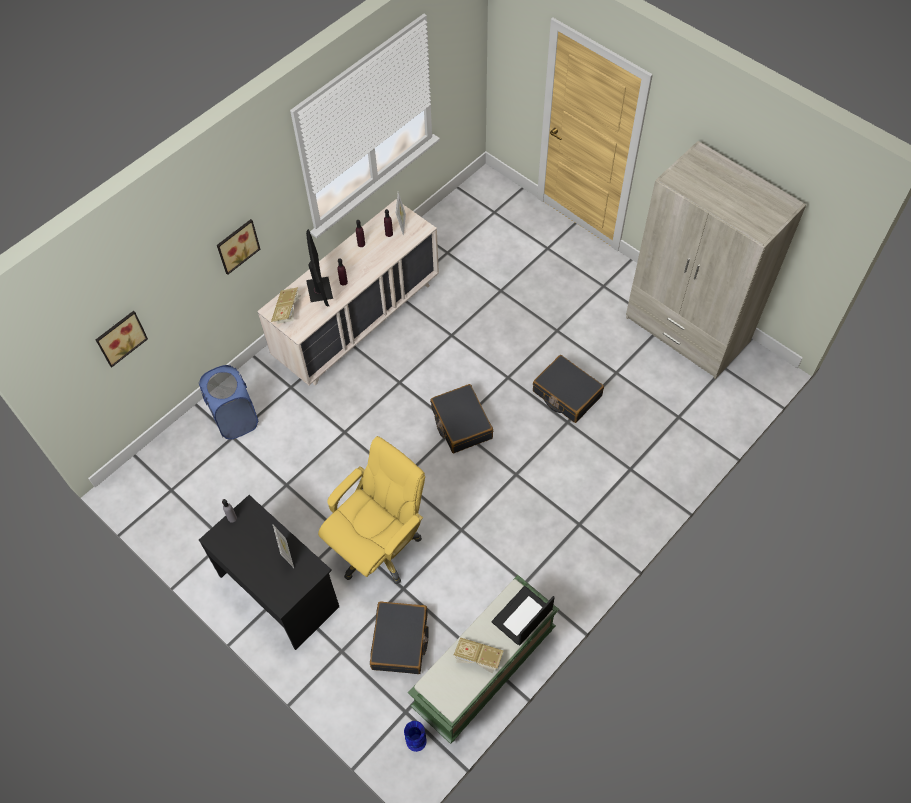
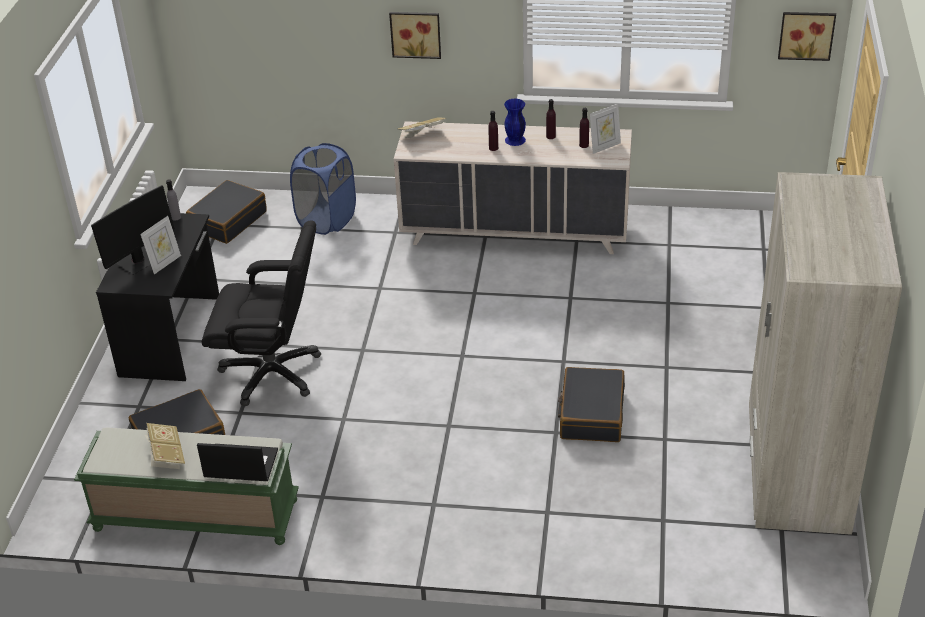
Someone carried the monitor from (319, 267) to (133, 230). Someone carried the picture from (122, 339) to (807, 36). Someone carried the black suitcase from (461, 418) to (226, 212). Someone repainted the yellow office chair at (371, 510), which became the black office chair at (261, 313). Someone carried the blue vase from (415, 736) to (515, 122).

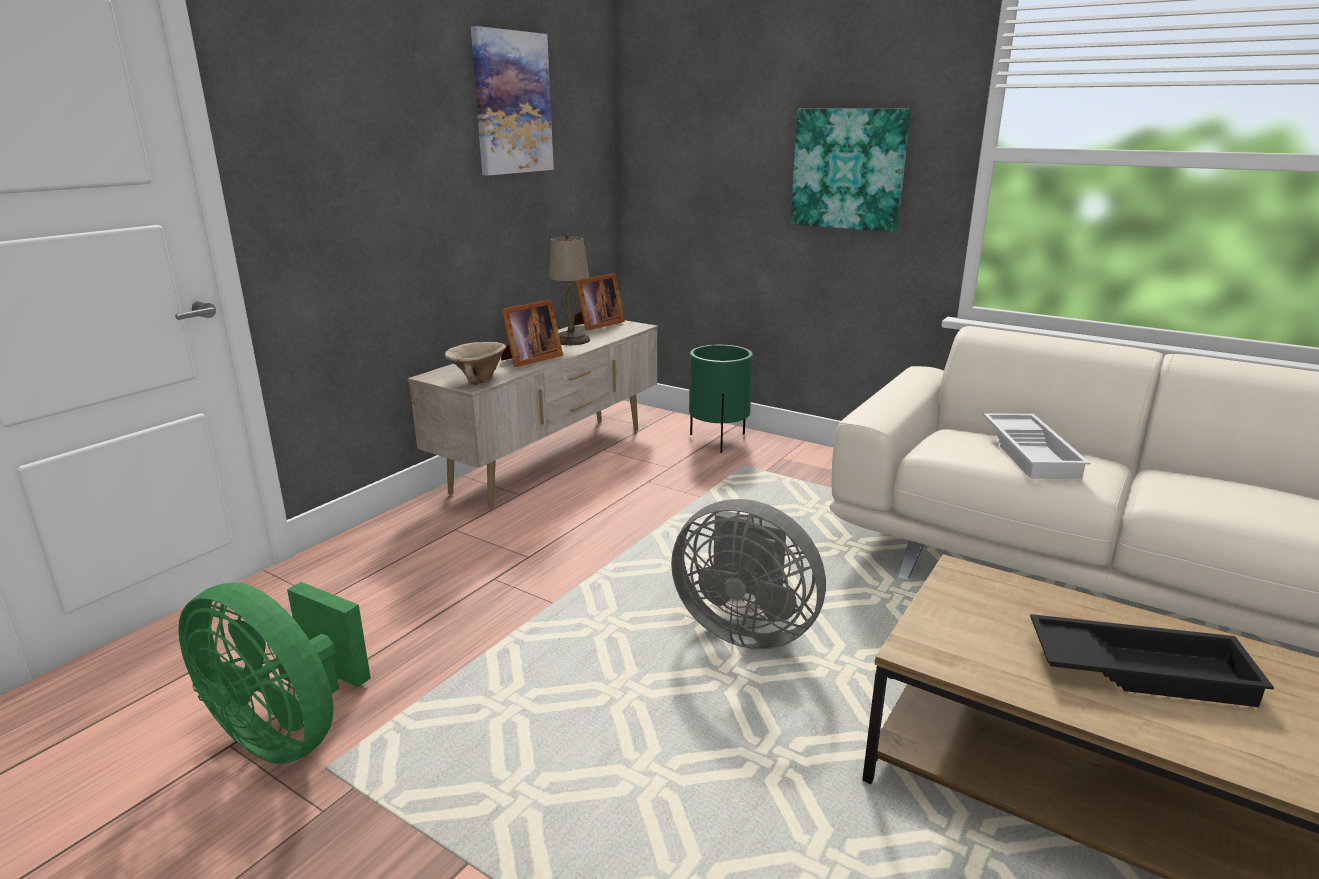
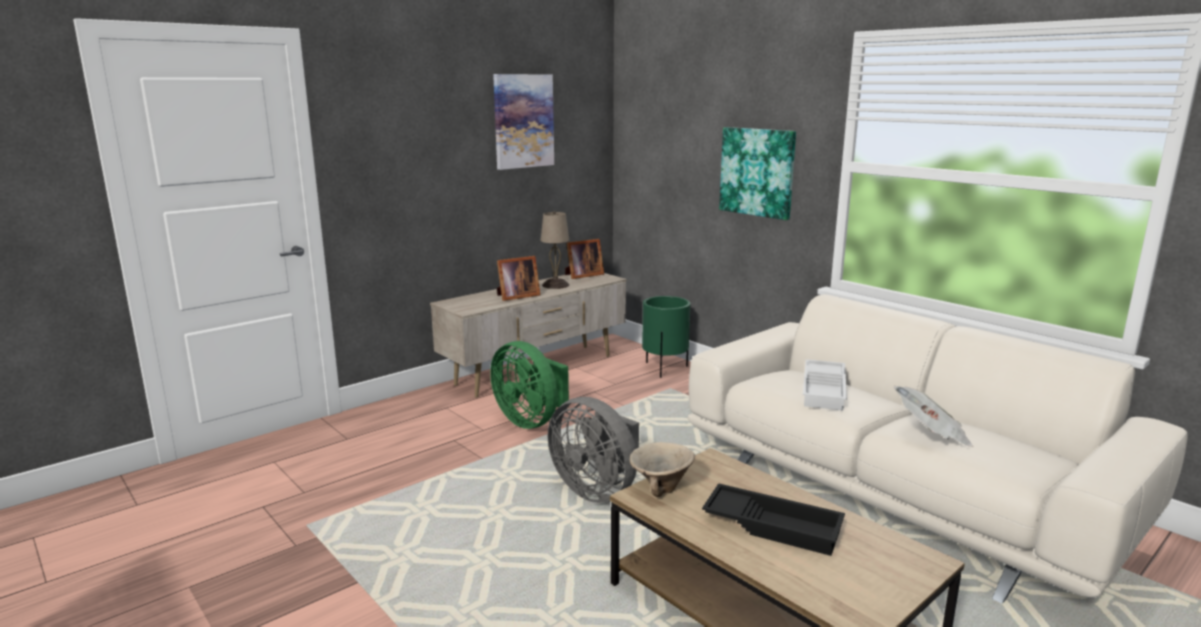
Someone carried the beige bowl from (475, 363) to (662, 469). Someone carried the green fan from (274, 673) to (529, 385). Someone put down the newspaper at (933, 416).

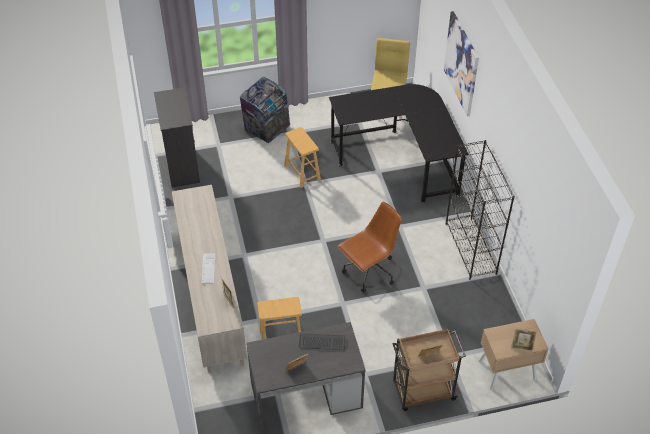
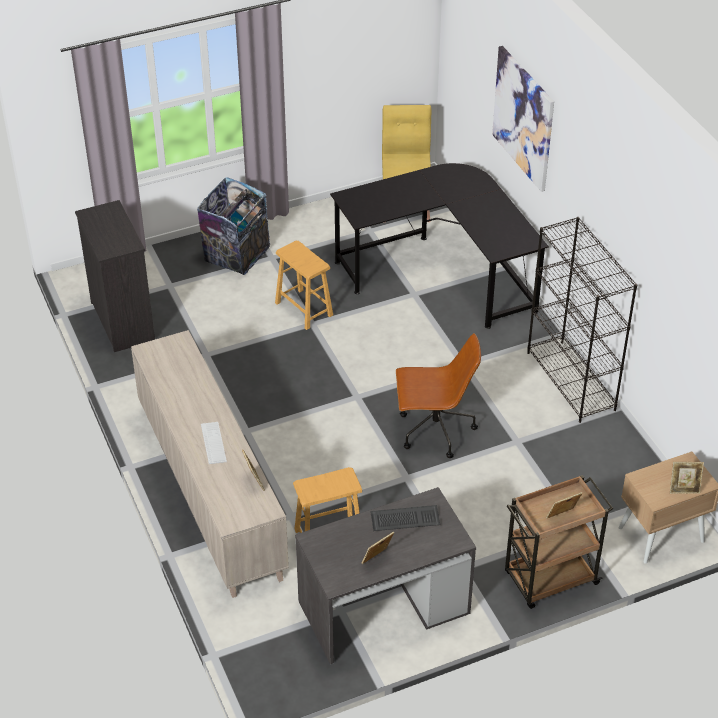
Someone rotated the brown office chair at (370, 247) by 45 degrees clockwise.

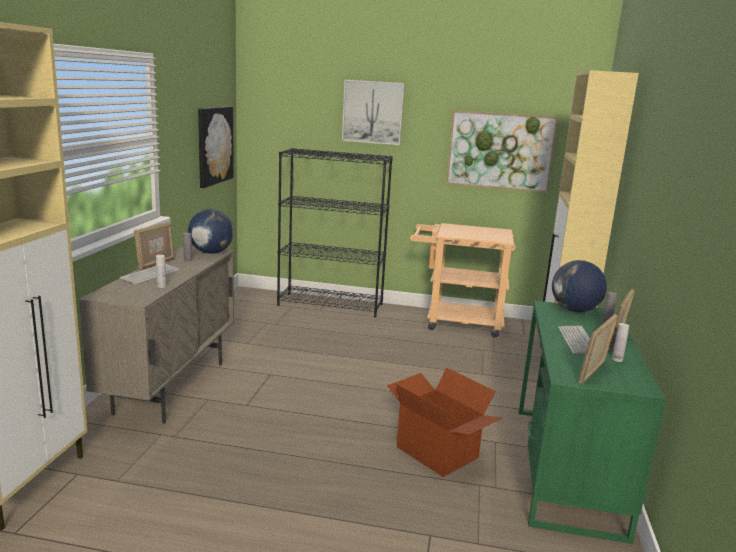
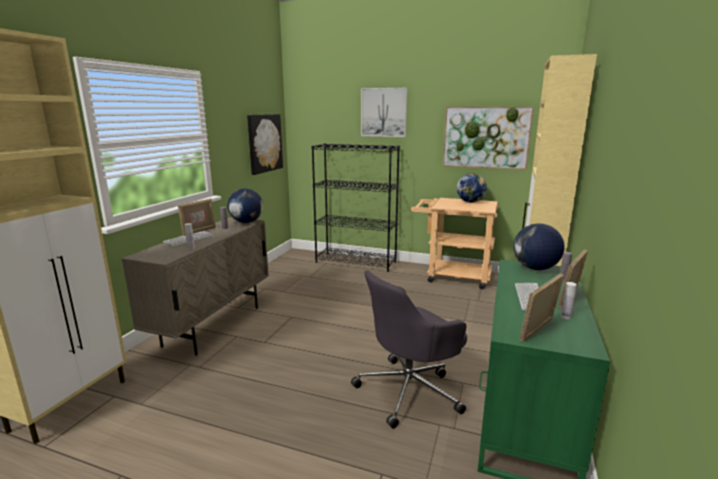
Someone swapped the cardboard box at (444, 422) for the grey office chair at (409, 349). Someone put down the globe at (472, 188).

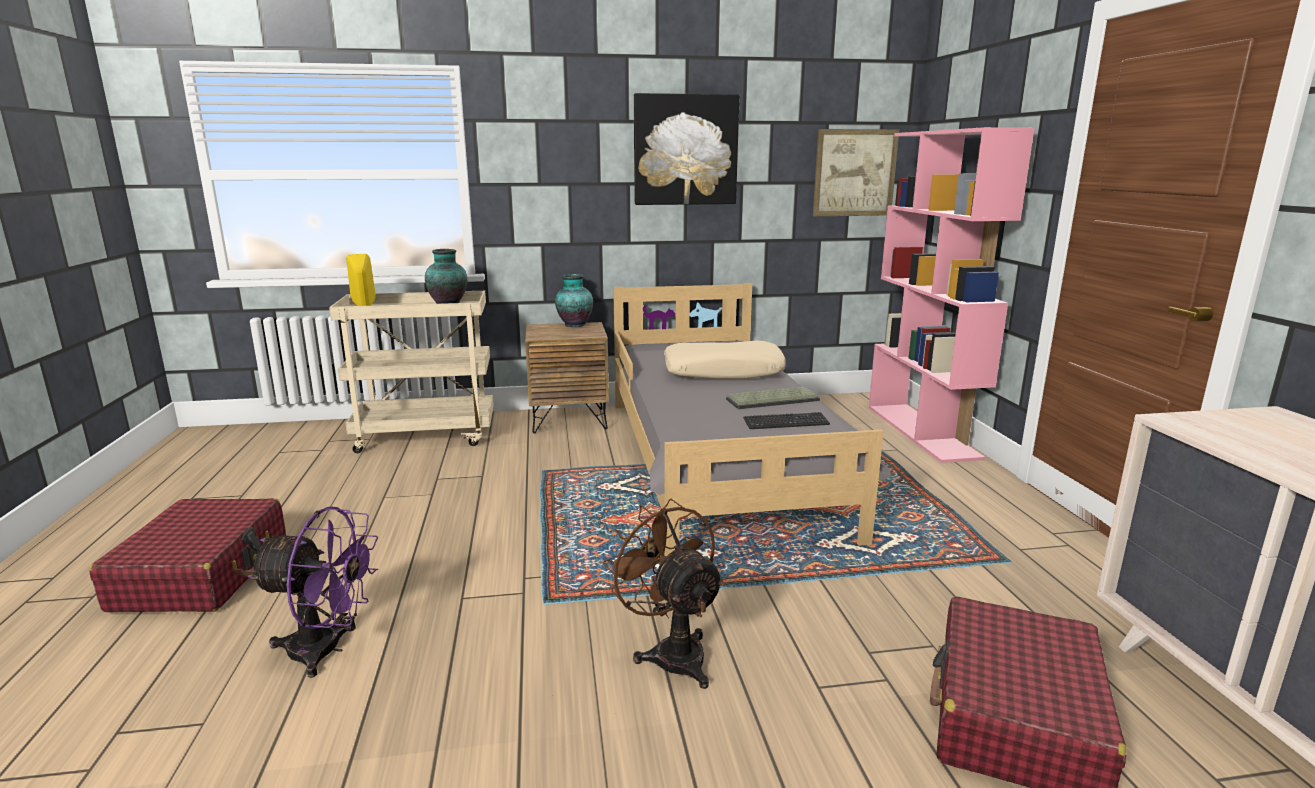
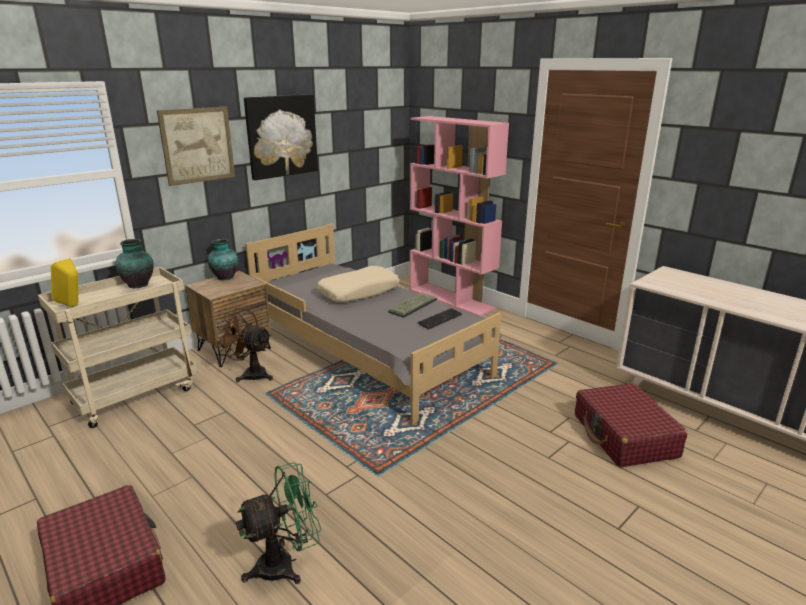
Someone carried the picture from (856, 172) to (196, 146). Someone carried the brown fan from (664, 594) to (244, 345). Someone repainted the purple fan at (313, 592), which became the green fan at (278, 523).

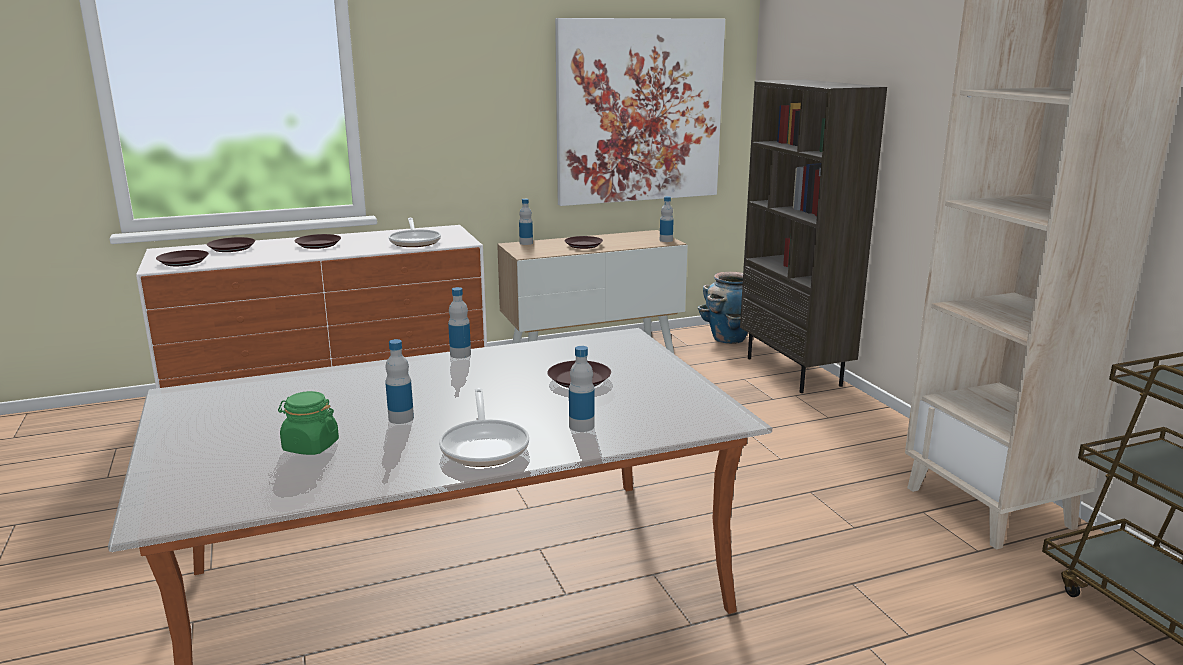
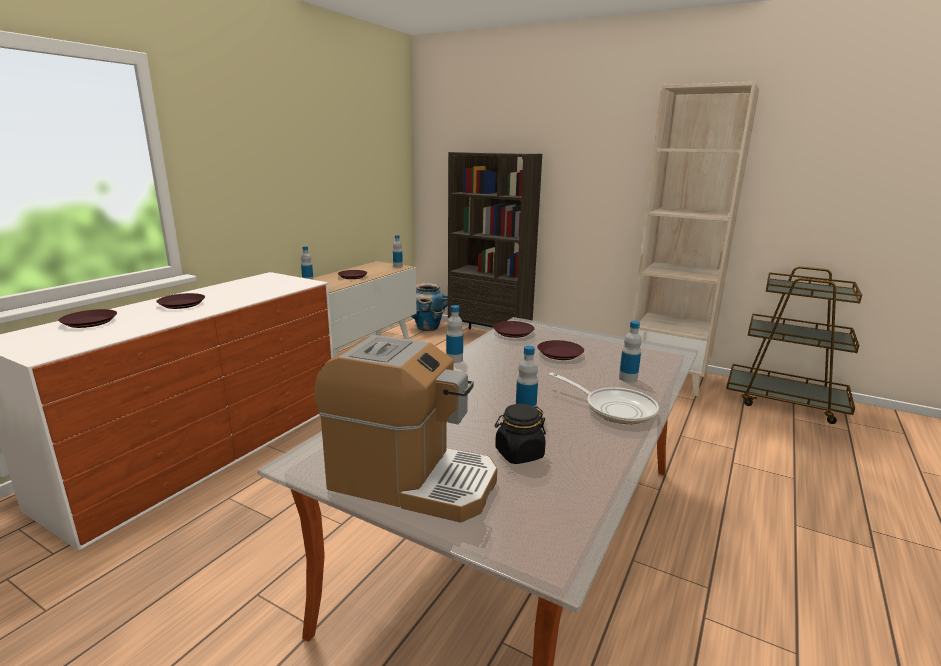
Someone took away the picture at (640, 112). Someone took away the frying pan at (415, 232). Someone carried the brown plate from (182, 258) to (514, 329). Someone repainted the green jar at (308, 423), which became the black jar at (520, 434). Someone put down the coffee machine at (405, 429).

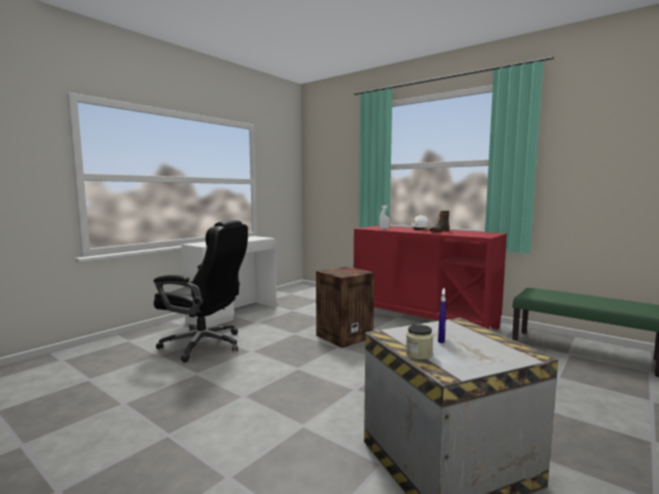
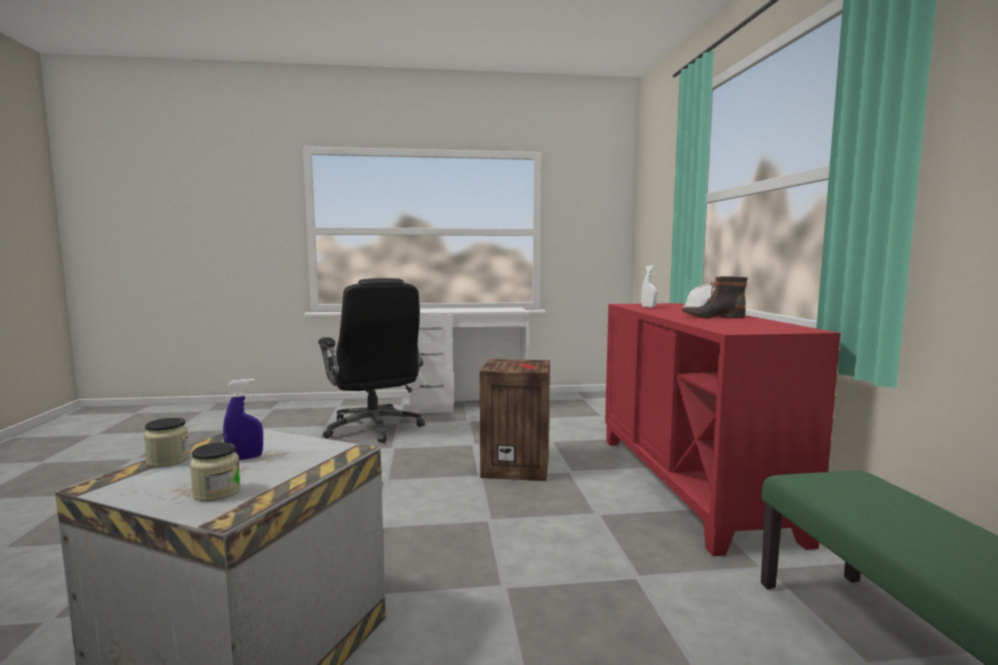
Someone put down the jar at (215, 472).

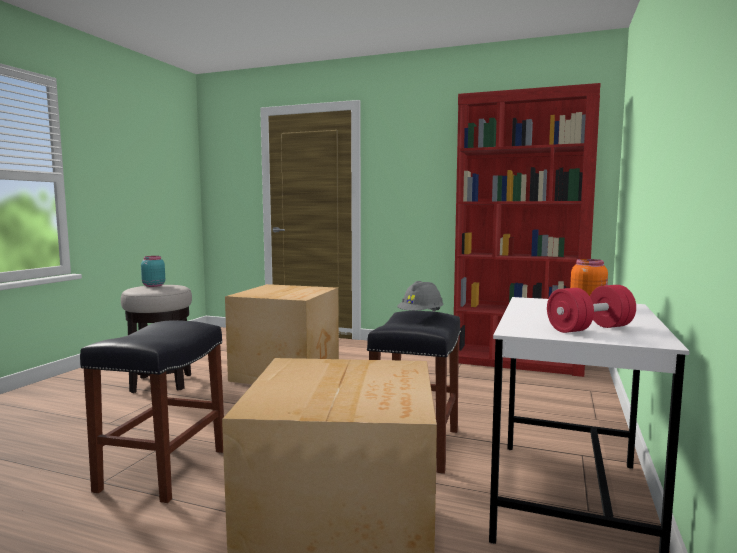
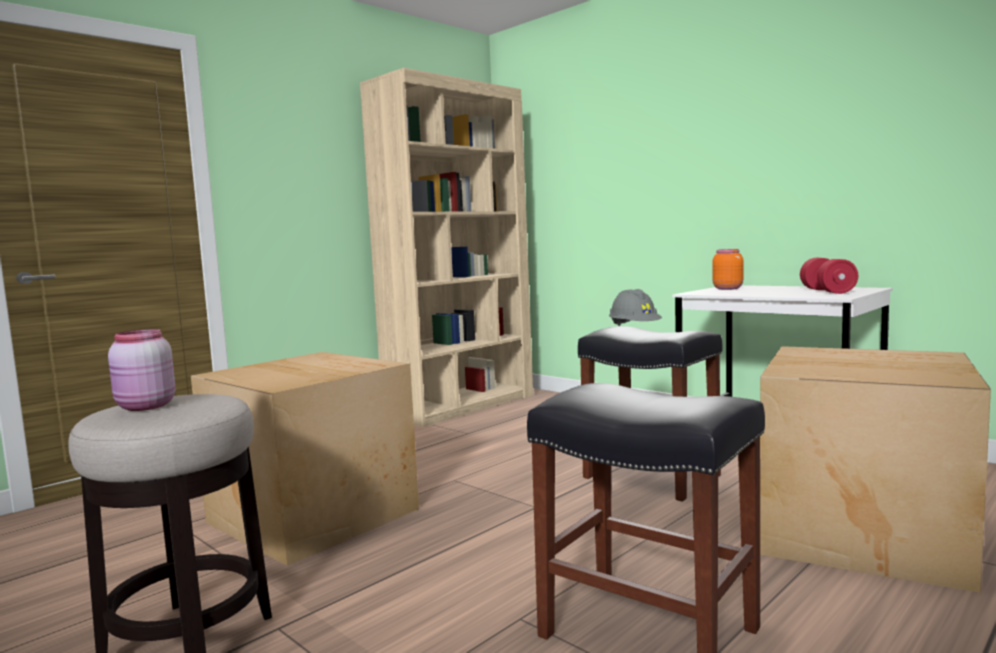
Someone repainted the red bookcase at (527, 230), which became the beige bookcase at (446, 247). Someone repainted the turquoise jar at (153, 271), which became the pink jar at (142, 370).

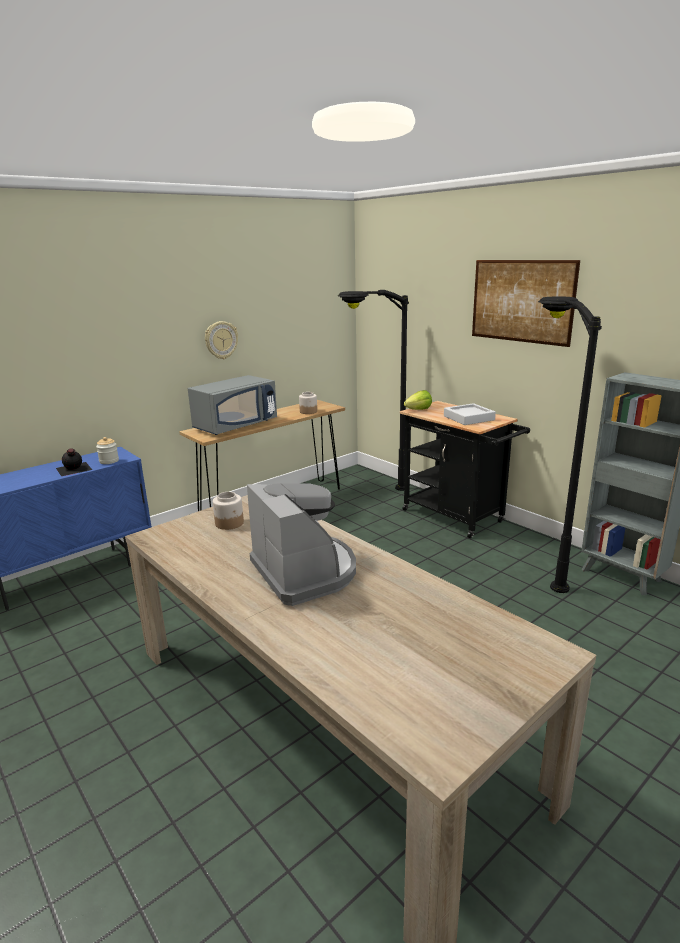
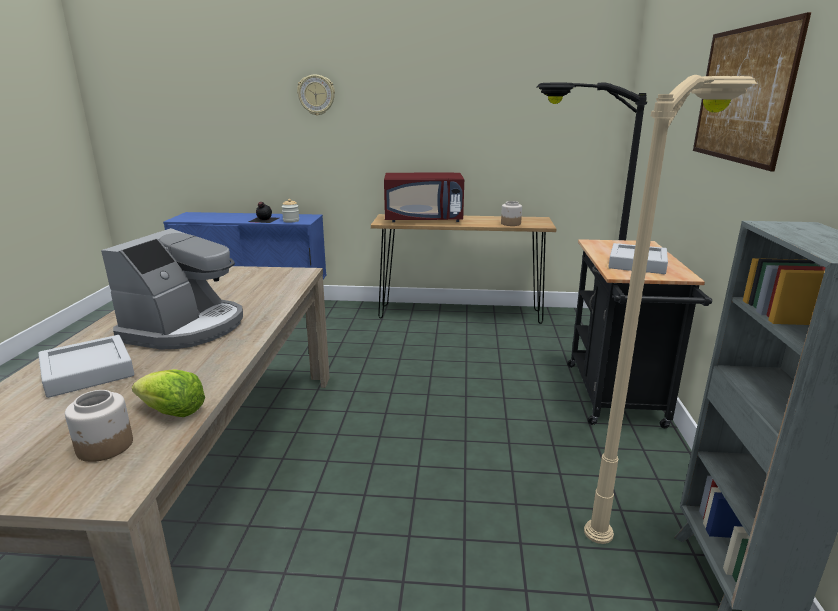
Someone repainted the black floor lamp at (570, 444), which became the beige floor lamp at (671, 309). Someone carried the wall clock from (221, 340) to (316, 95). Someone repainted the grey microwave at (232, 405), which became the red microwave at (424, 197). Someone carried the lettuce from (418, 400) to (168, 393). Someone carried the jar from (228, 511) to (99, 426). Someone put down the grey tray at (86, 366).

